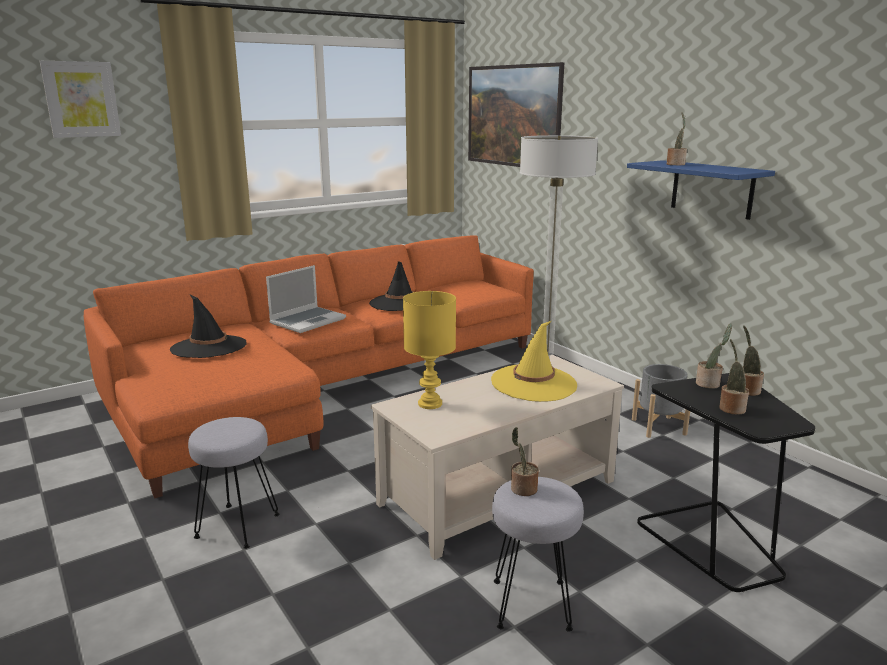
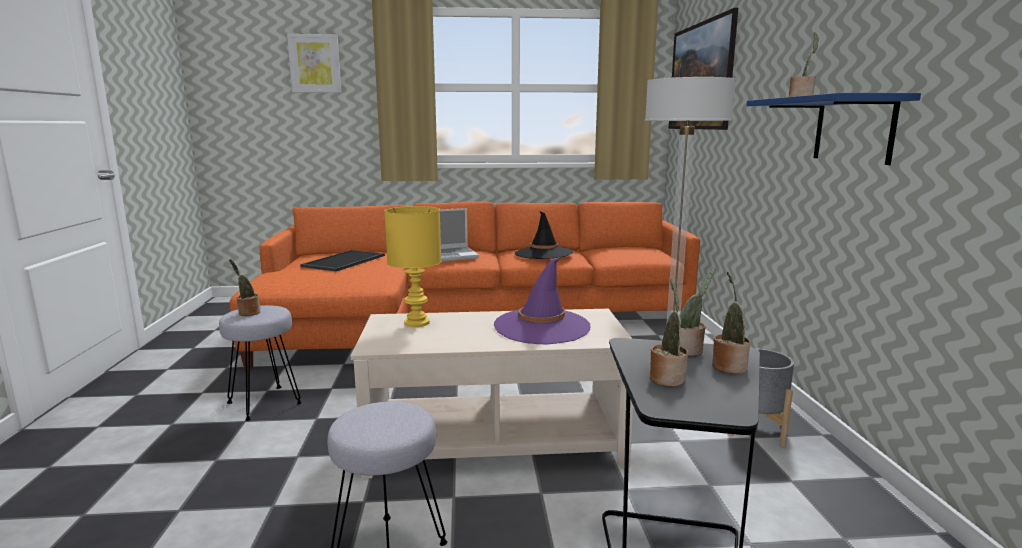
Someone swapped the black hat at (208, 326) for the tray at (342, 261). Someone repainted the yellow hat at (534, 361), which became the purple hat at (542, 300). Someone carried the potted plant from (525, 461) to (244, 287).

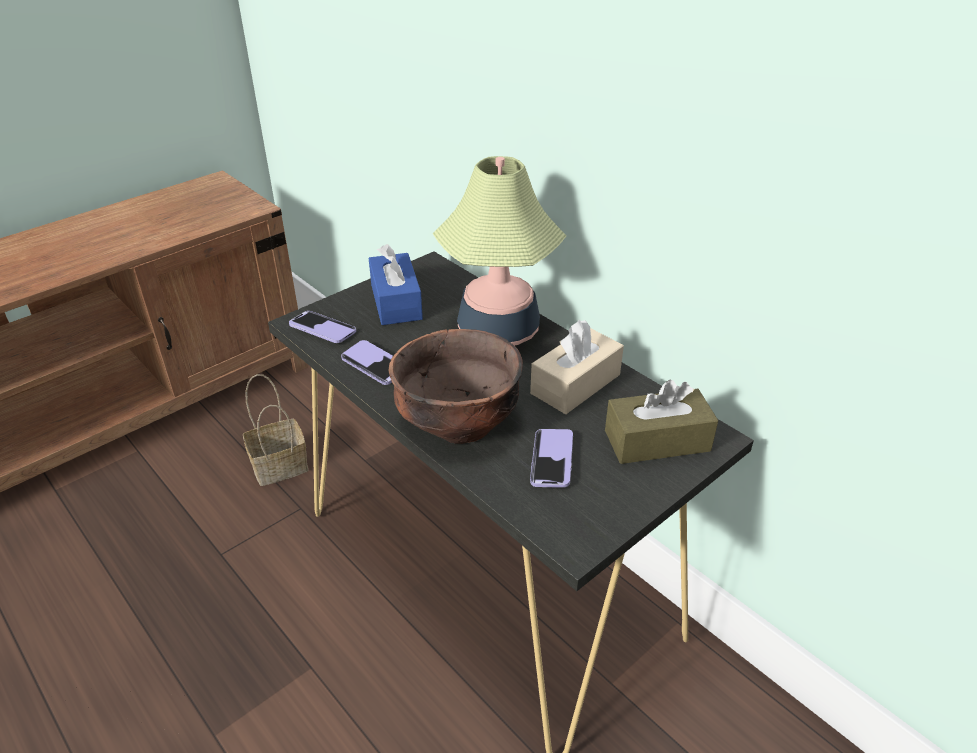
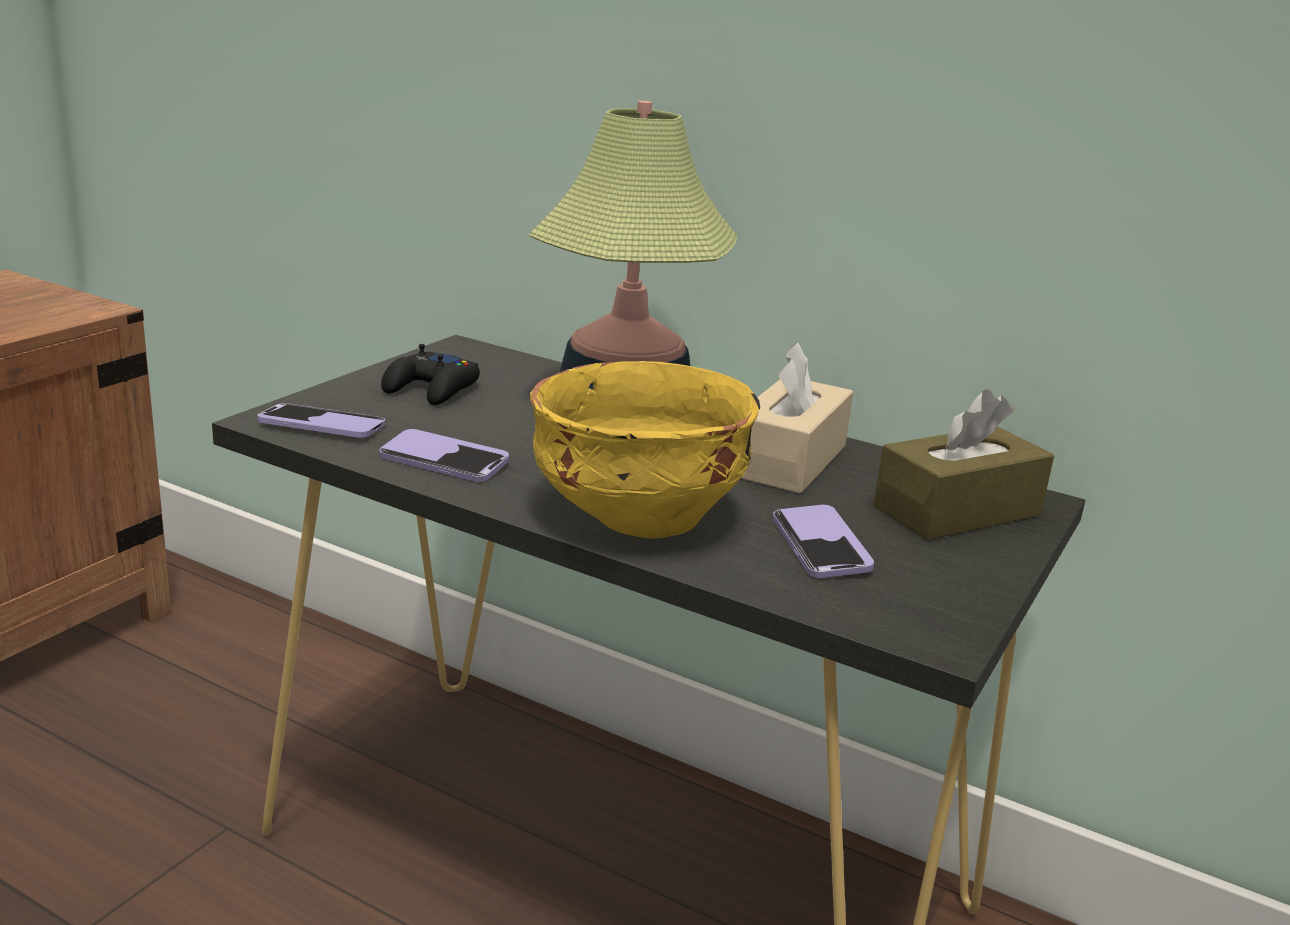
Someone swapped the blue tissue box at (396, 284) for the black game controller at (430, 374). Someone repainted the brown bowl at (455, 386), which became the yellow bowl at (645, 450). Someone took away the basket at (275, 430).

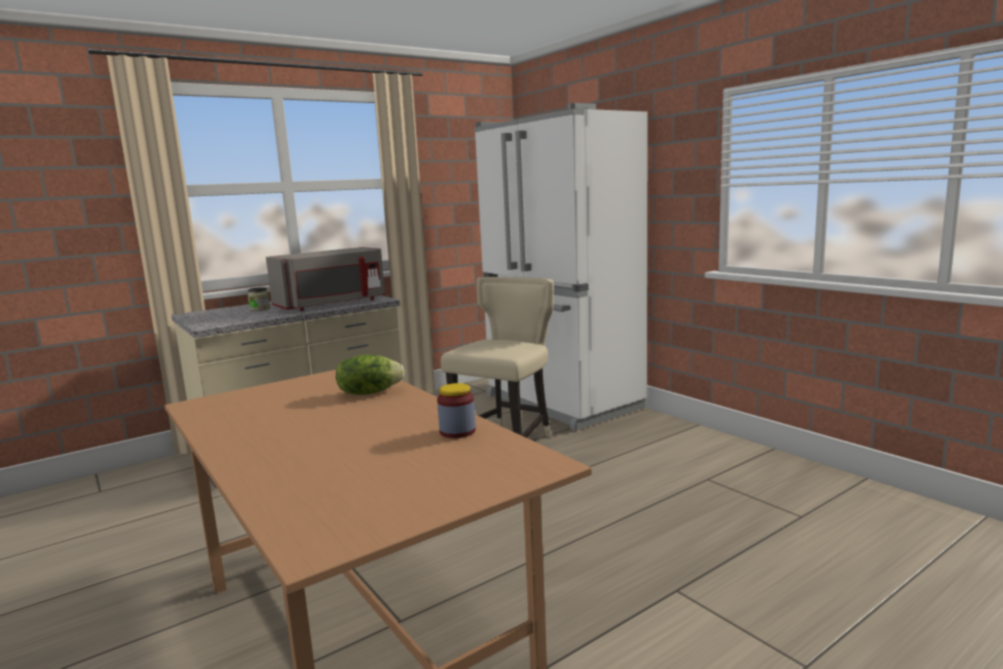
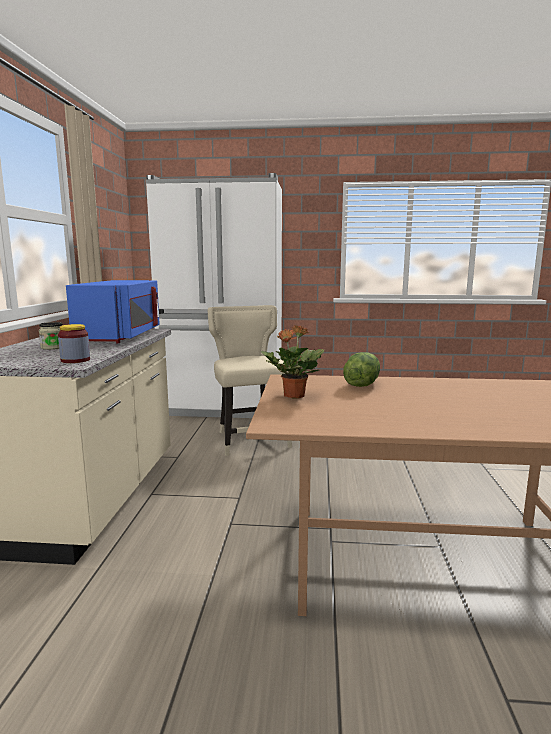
Someone repainted the grey microwave at (325, 279), which became the blue microwave at (113, 311). Someone carried the jar from (456, 410) to (74, 343). Someone put down the potted plant at (292, 362).

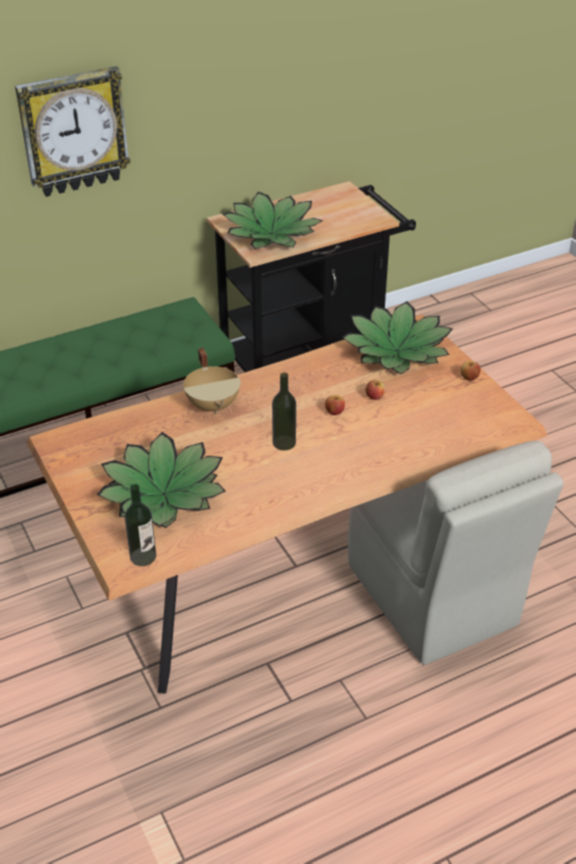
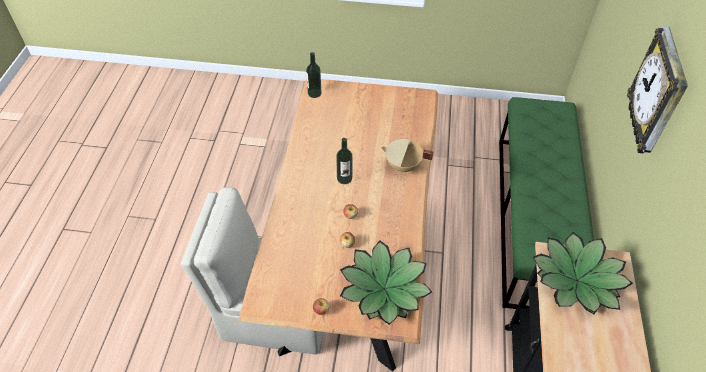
Someone took away the potted plant at (161, 480).

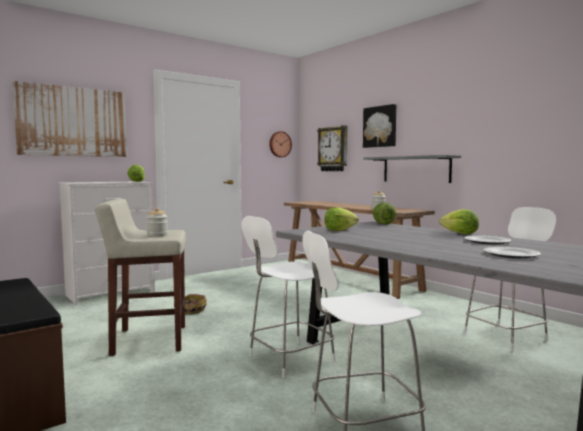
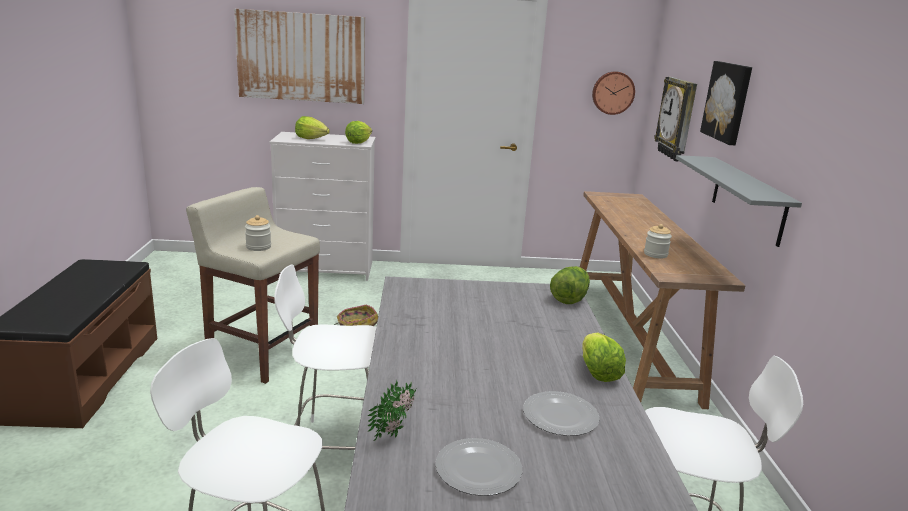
Someone carried the lettuce from (341, 219) to (312, 127). Someone put down the potted plant at (392, 410).

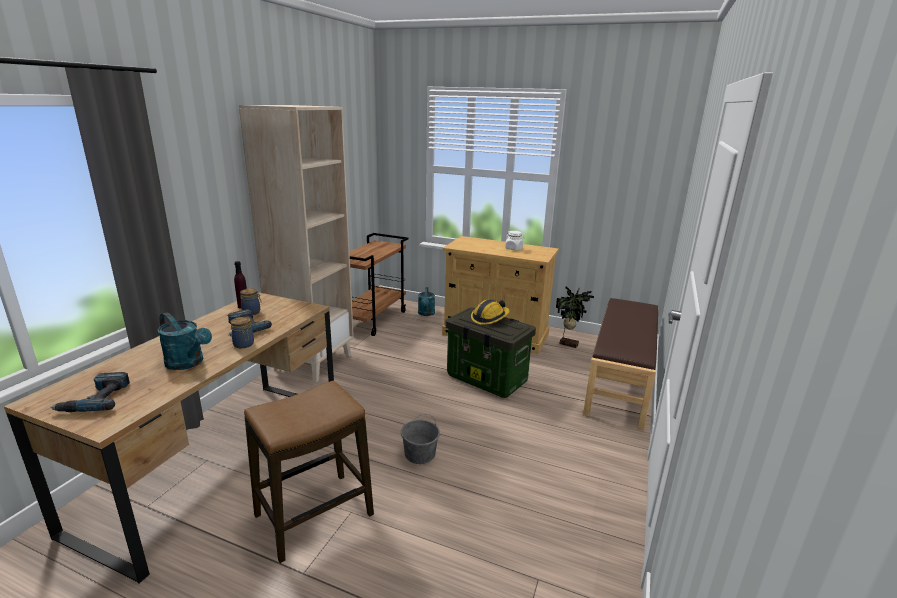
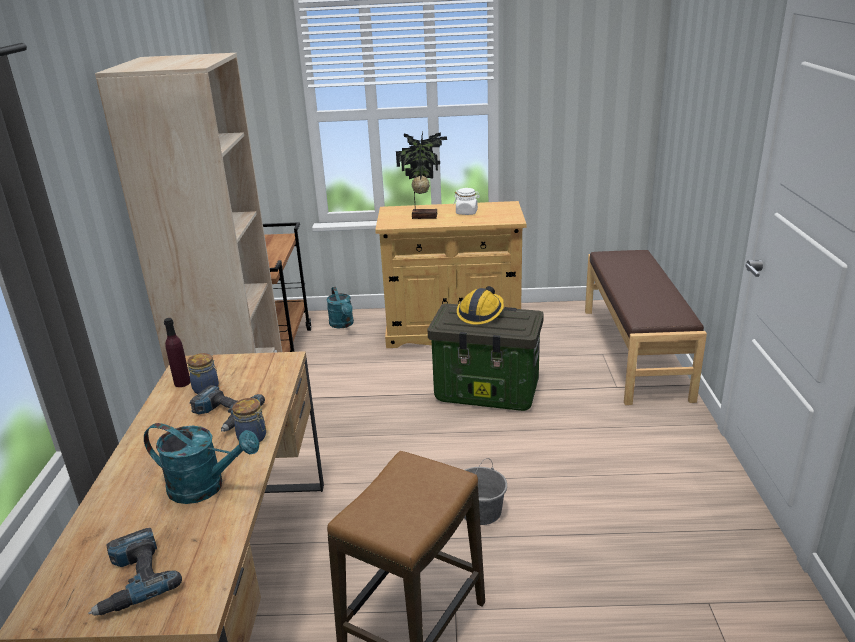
Someone carried the potted plant from (575, 317) to (421, 175).

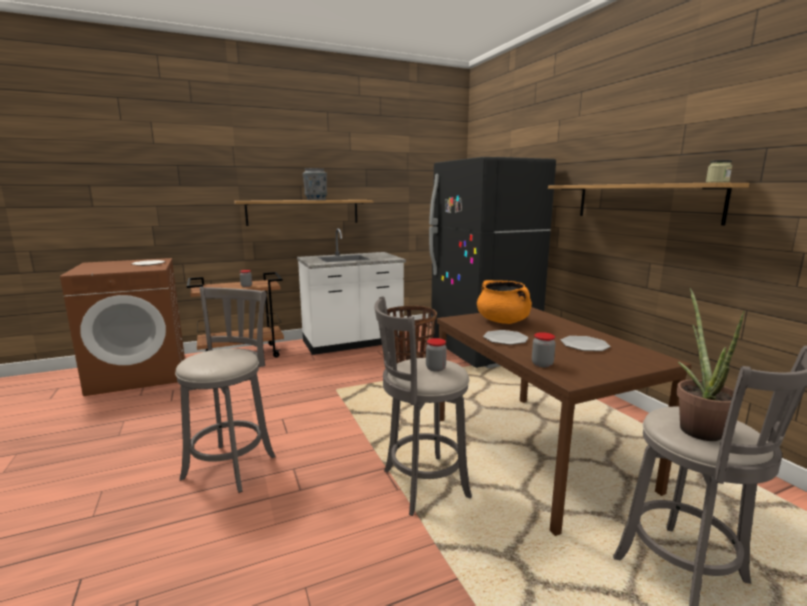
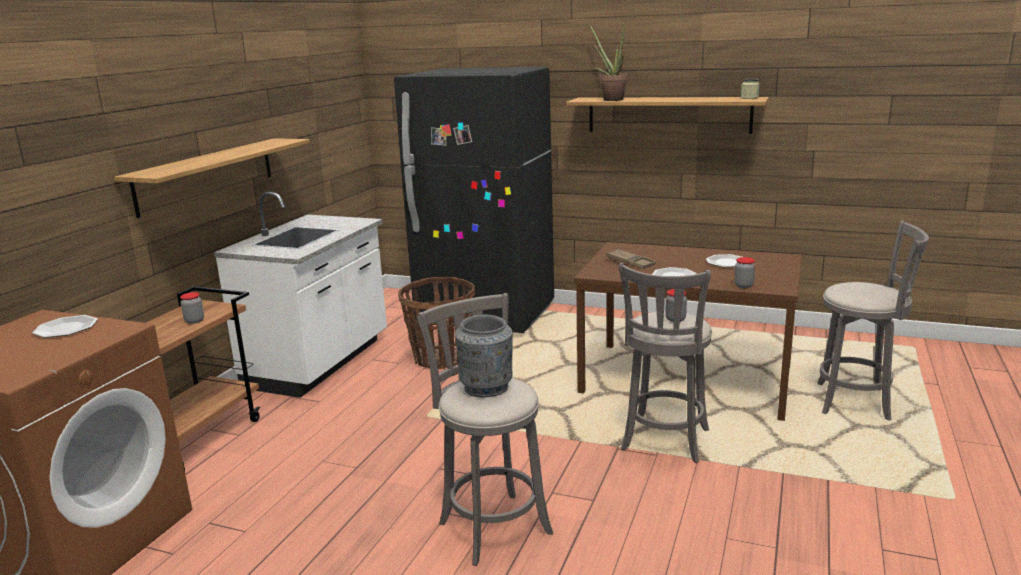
Someone carried the grey vase from (314, 184) to (484, 355). Someone swapped the orange cooking pot at (504, 302) for the brown tray at (631, 259). Someone carried the potted plant from (710, 364) to (608, 62).

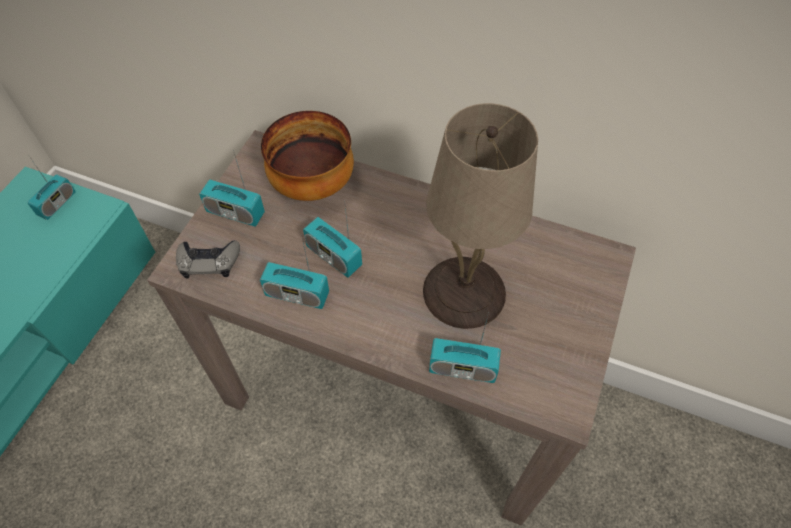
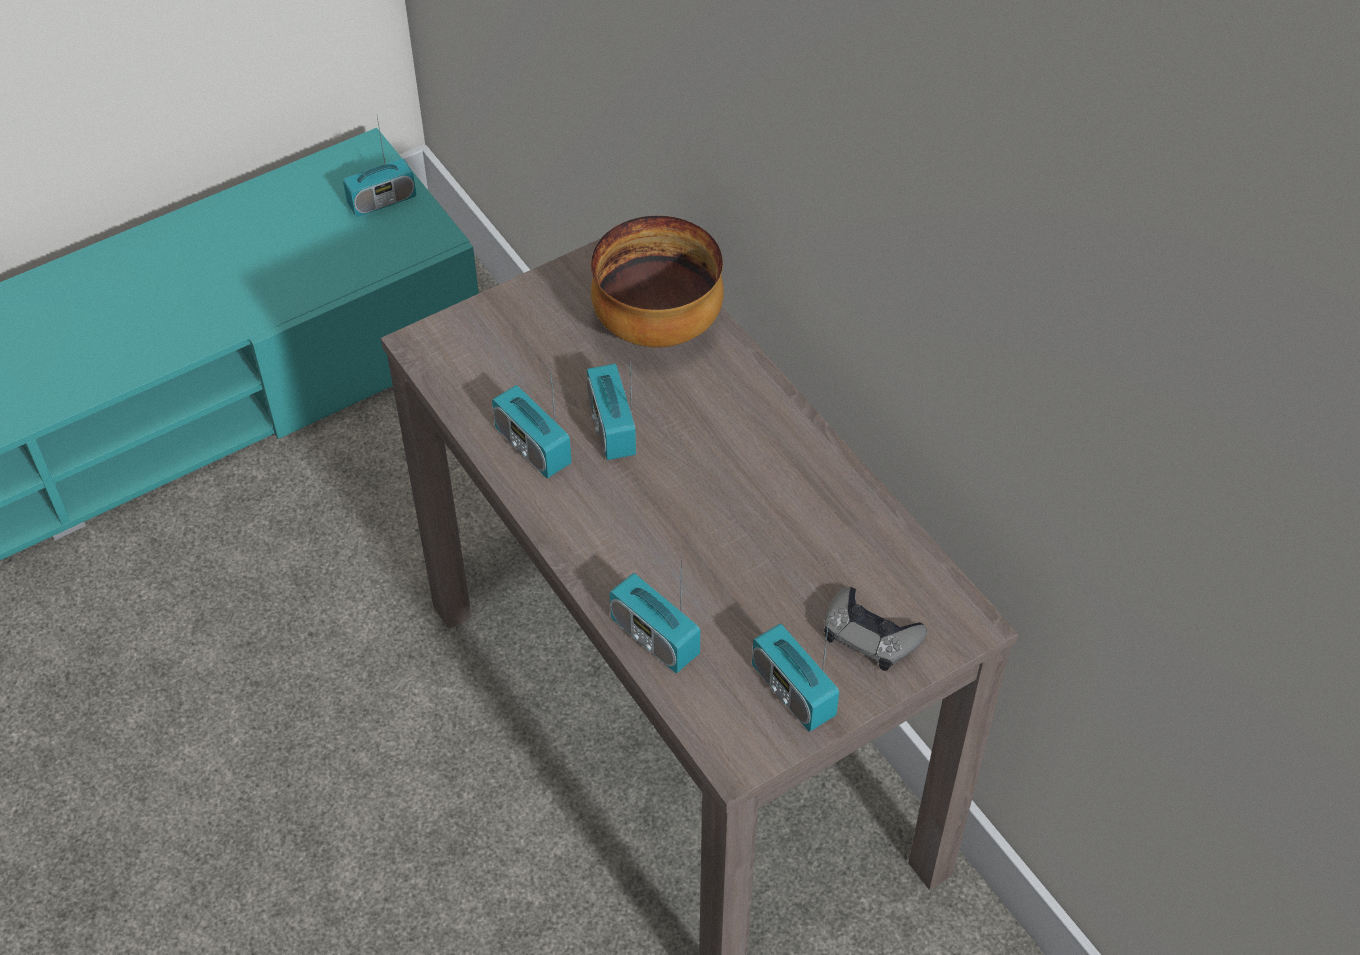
Someone took away the beige table lamp at (480, 216). Someone carried the radio from (232, 188) to (795, 675). Someone carried the grey game controller from (208, 259) to (875, 629).

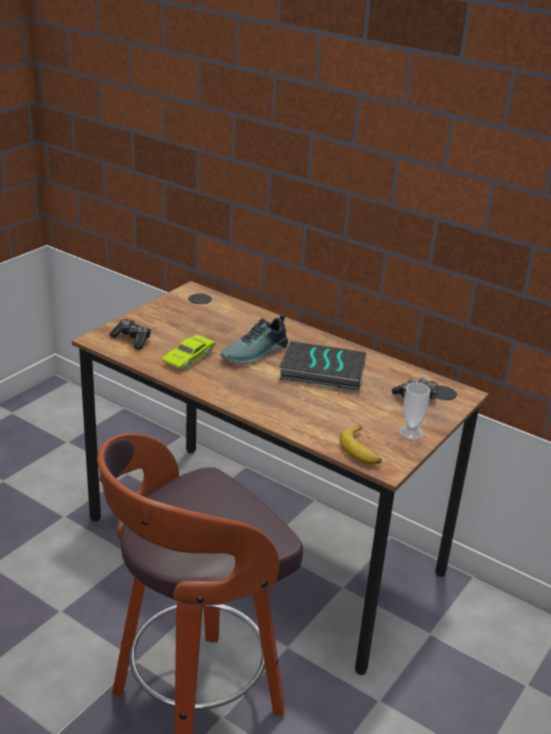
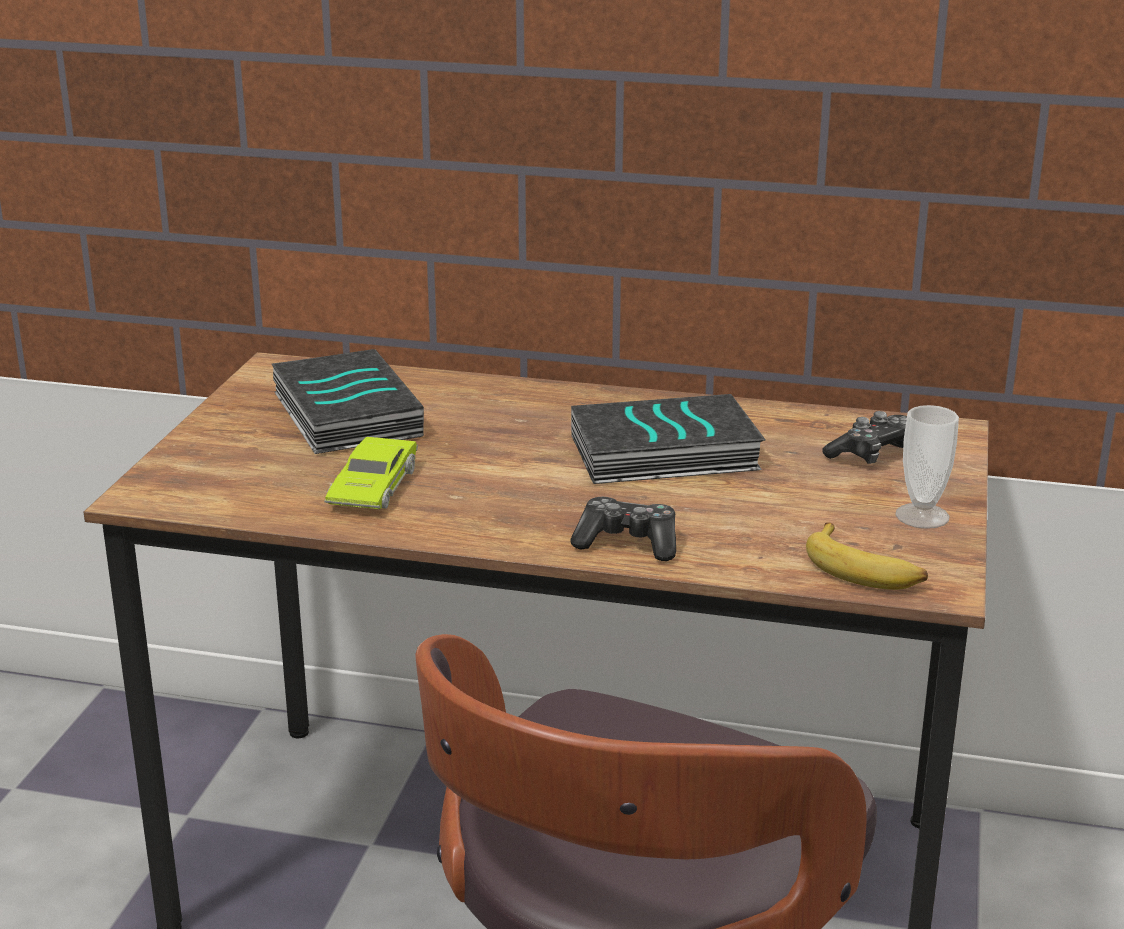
Someone took away the shoe at (254, 339). Someone carried the game controller from (130, 334) to (623, 529). Someone put down the book at (348, 401).

